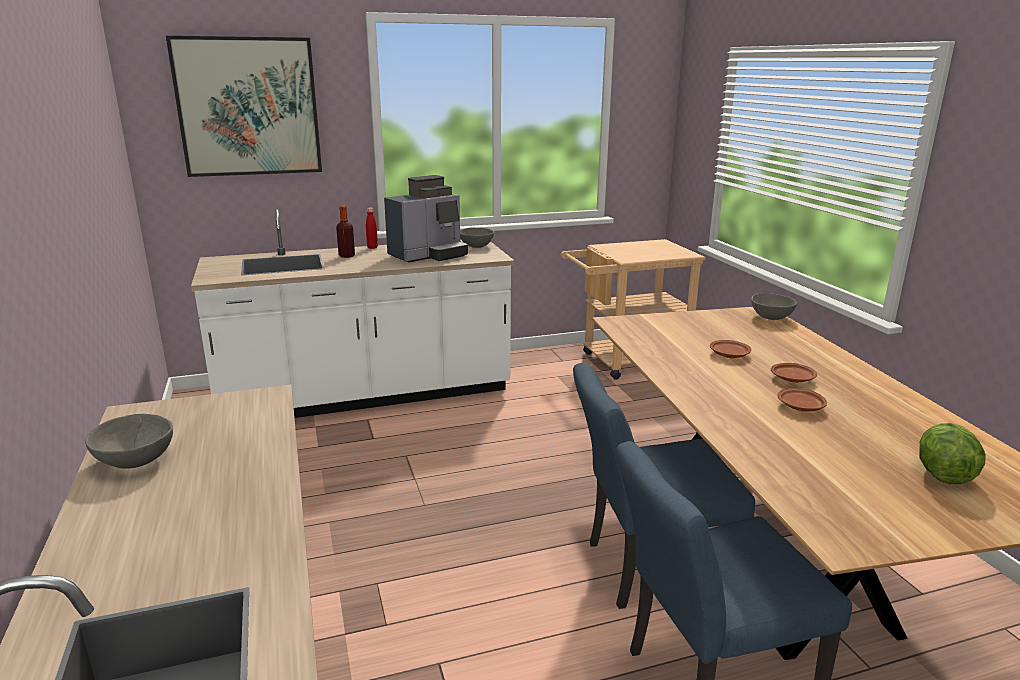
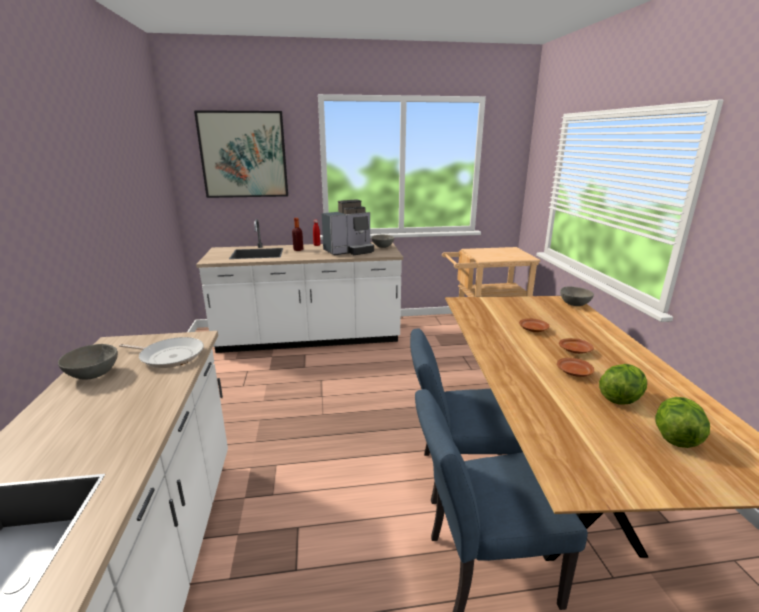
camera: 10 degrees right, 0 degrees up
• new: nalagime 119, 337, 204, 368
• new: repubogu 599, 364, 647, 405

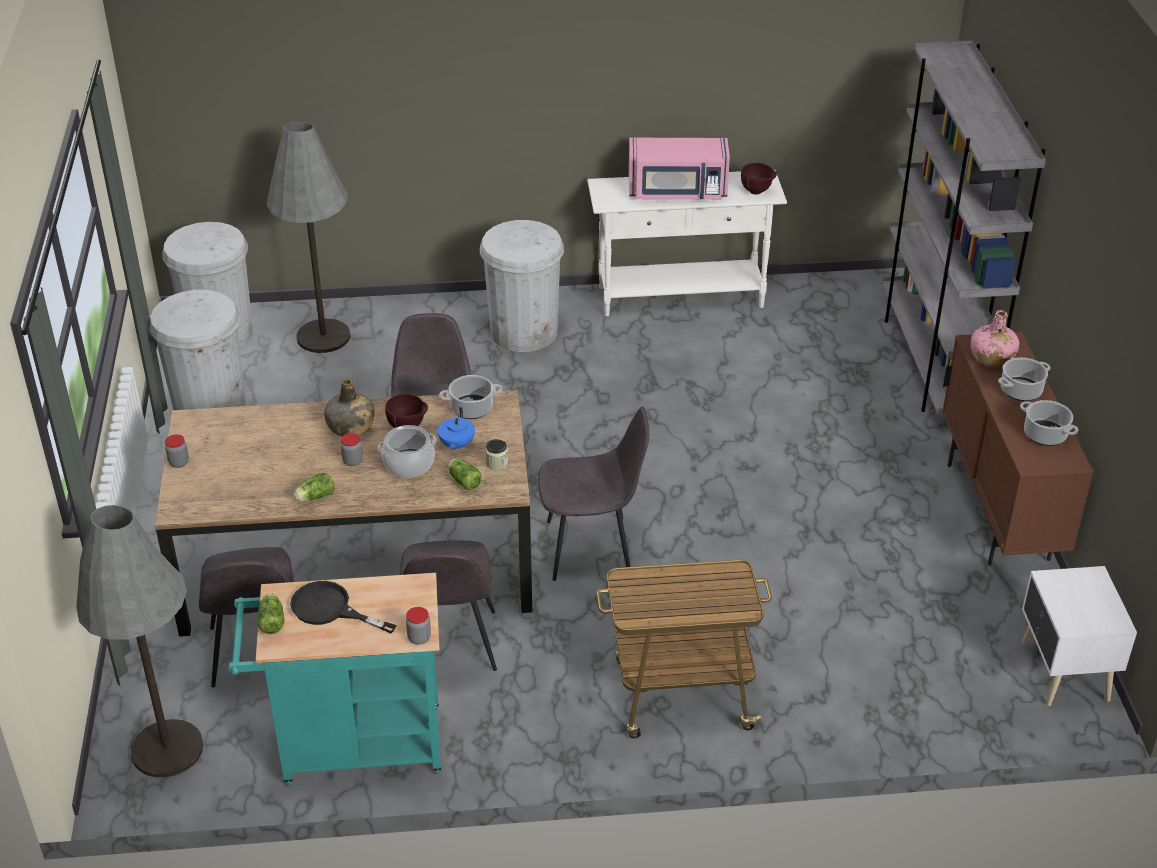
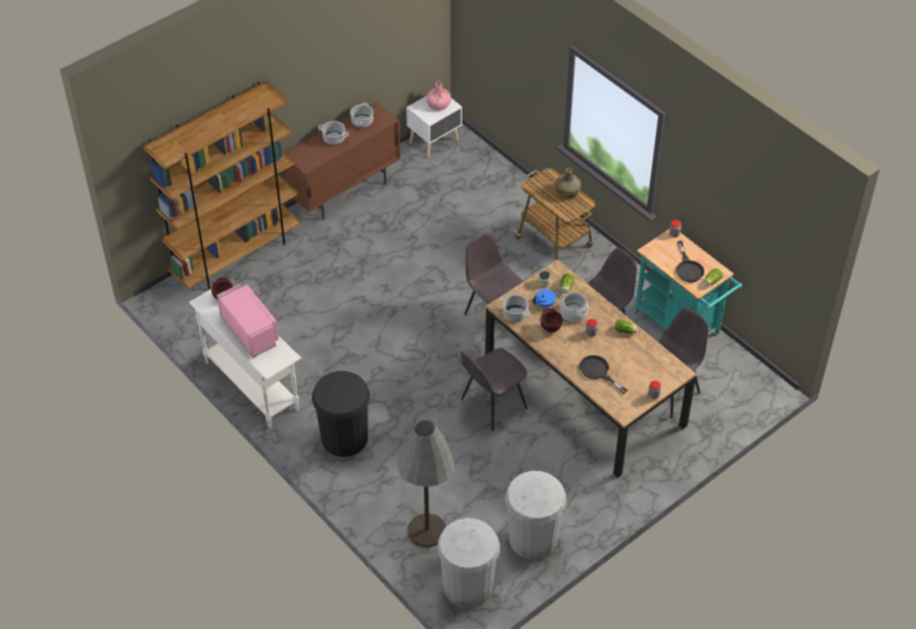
camera: 125 degrees left, 10 degrees up
• gone: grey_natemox 76, 505, 203, 777
• new: black_nalagime 579, 355, 627, 393
• shifted: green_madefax 324, 378, 375, 436 to 555, 168, 581, 198
• shifted: pink_madefax 971, 310, 1019, 367 to 426, 81, 451, 111
• repainted: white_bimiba 480, 220, 564, 352 to black_bimiba 312, 371, 370, 457
• repainted: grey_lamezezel 882, 40, 1046, 416 to brown_lamezezel 143, 80, 301, 289

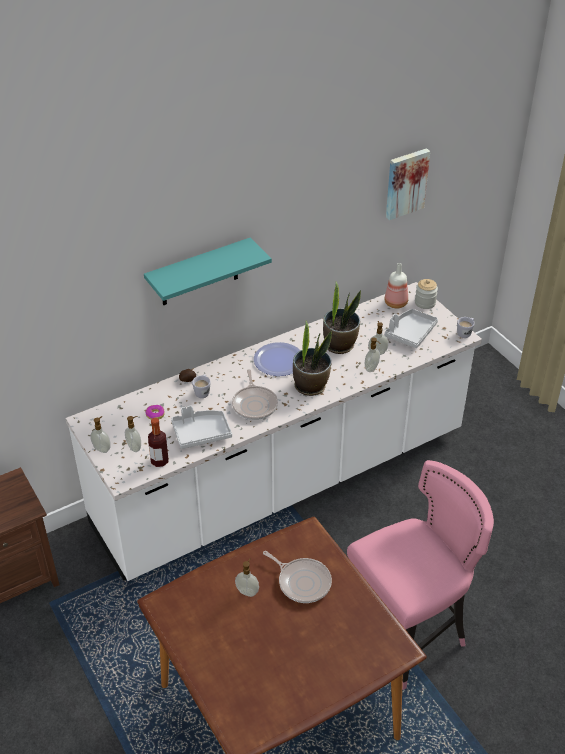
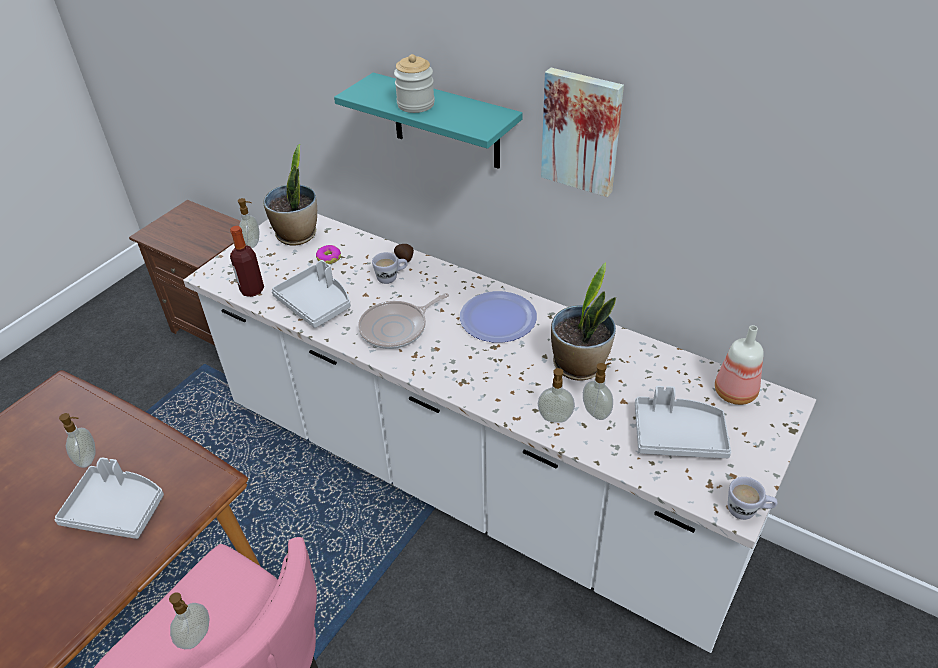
camera: 65 degrees right, 0 degrees up
• shifted: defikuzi 125, 416, 141, 452 to 169, 592, 210, 649
• shifted: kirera 293, 321, 332, 396 to 263, 144, 317, 246
• shifted: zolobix 386, 148, 430, 220 to 541, 68, 624, 197
• shifted: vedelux 415, 279, 438, 309 to 394, 54, 435, 113
• swapped: nalagime 263, 551, 332, 603 to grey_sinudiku 55, 458, 164, 539

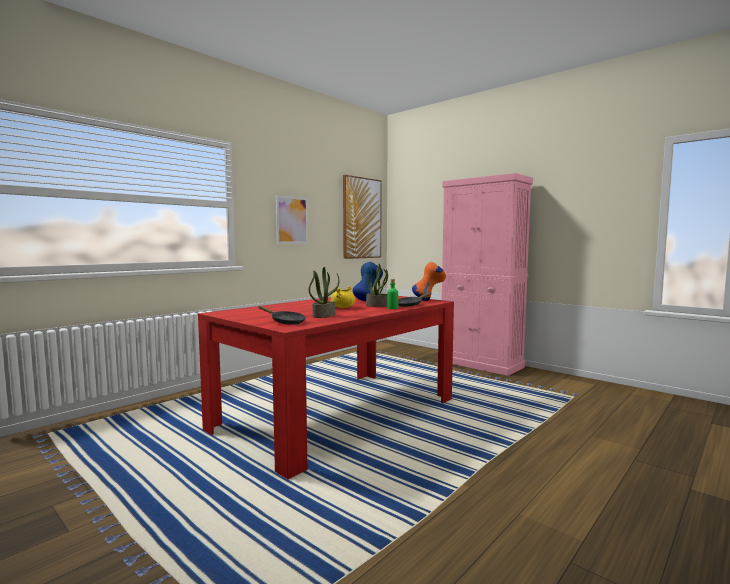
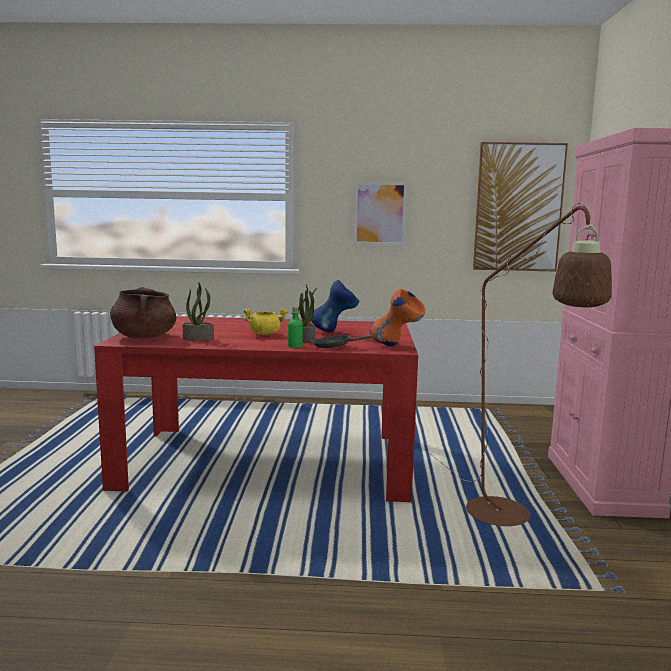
camera: 50 degrees right, 5 degrees up
• new: brown_natemox 423, 203, 612, 526
• swapped: black_nalagime 258, 306, 306, 325 to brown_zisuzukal 110, 287, 176, 339

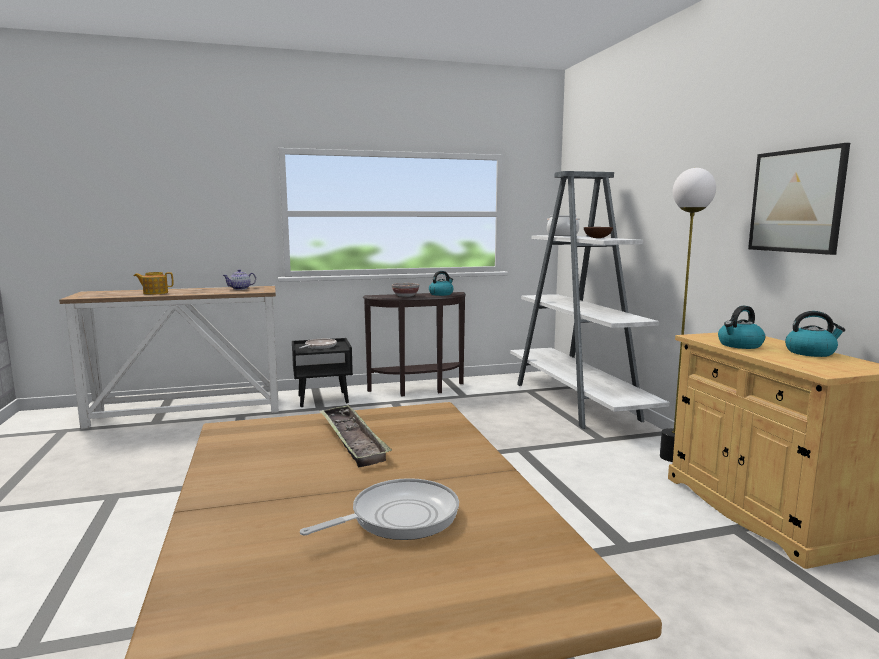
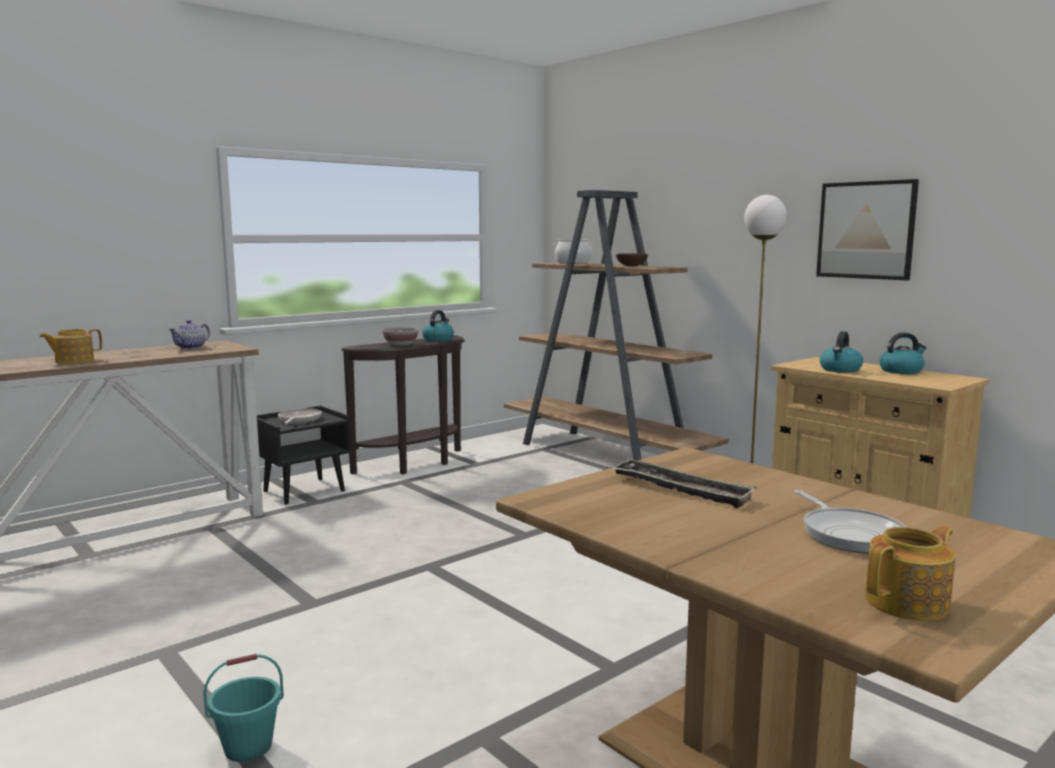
camera: 25 degrees left, 0 degrees up
• new: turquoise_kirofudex 203, 654, 284, 762
• new: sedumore 865, 526, 956, 621
• repainted: white_lamezezel 510, 171, 669, 429 to brown_lamezezel 504, 190, 729, 461
• rotated: nalagime 300, 478, 459, 540 = 794, 490, 907, 553 135 degrees clockwise

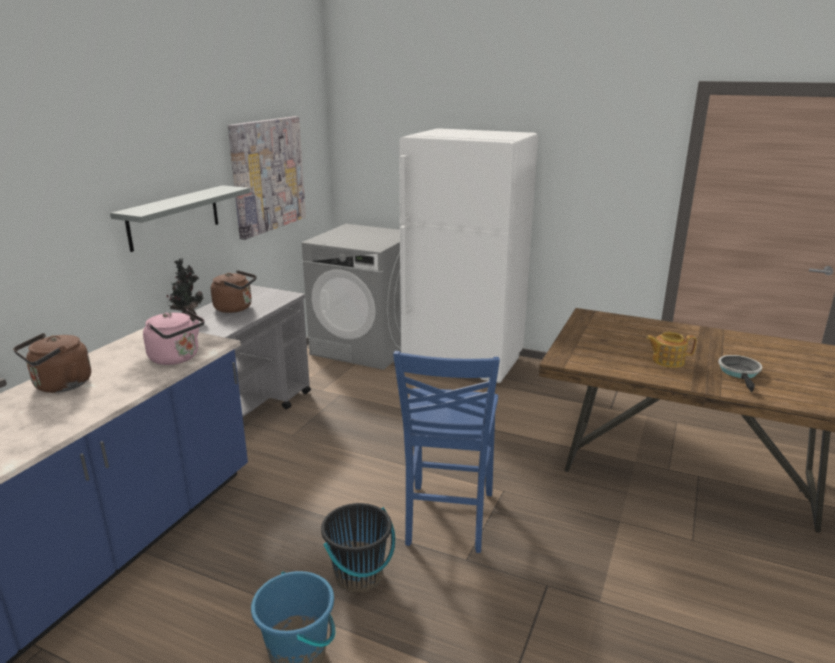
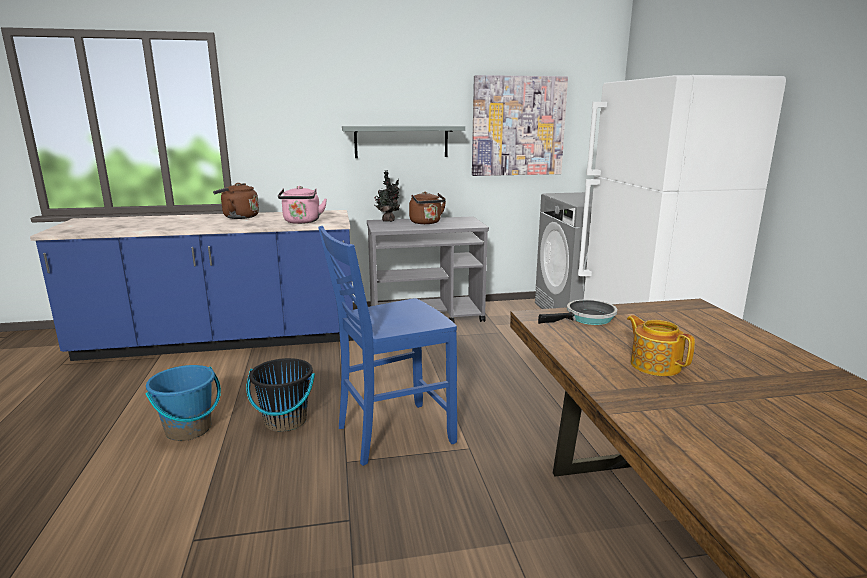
camera: 55 degrees right, 5 degrees down
• shifted: nalagime 718, 355, 762, 392 to 538, 300, 617, 325

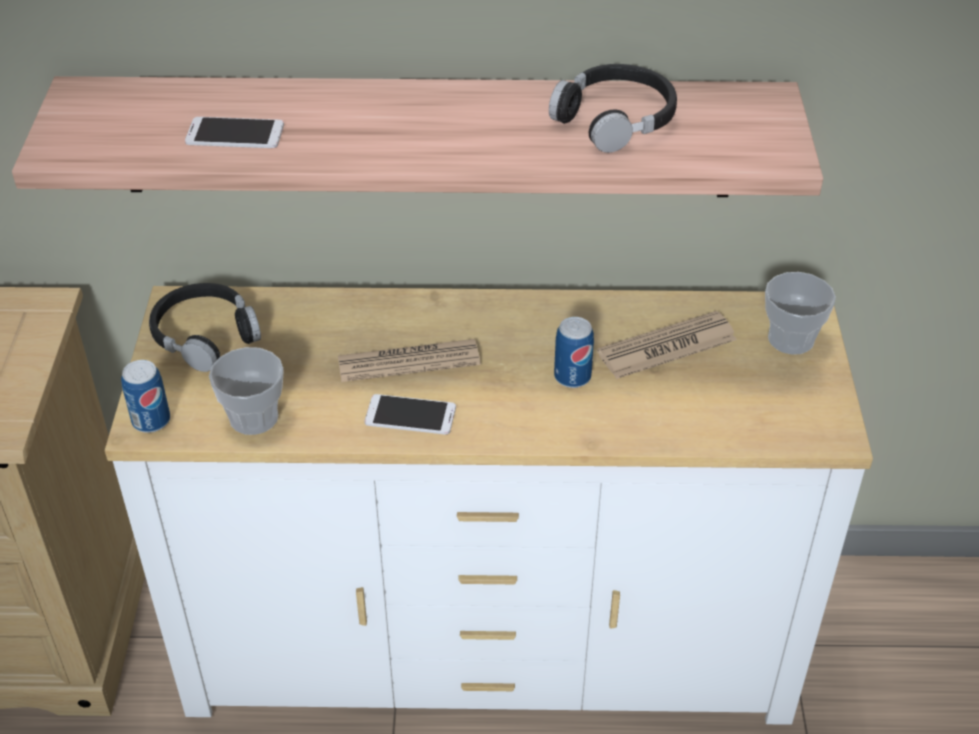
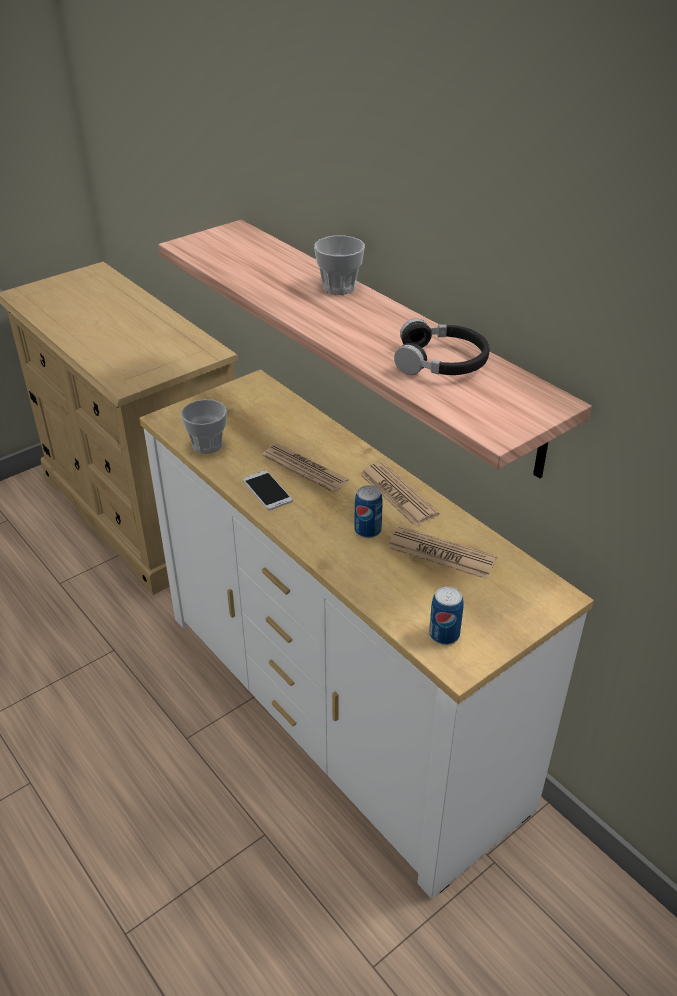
camera: 50 degrees right, 5 degrees down
• gone: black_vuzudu 149, 283, 261, 372
• gone: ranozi 185, 117, 284, 148
• new: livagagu 360, 462, 440, 526
• shifted: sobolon 121, 360, 170, 433 to 429, 586, 464, 645
• shifted: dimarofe 765, 272, 836, 354 to 314, 235, 365, 295

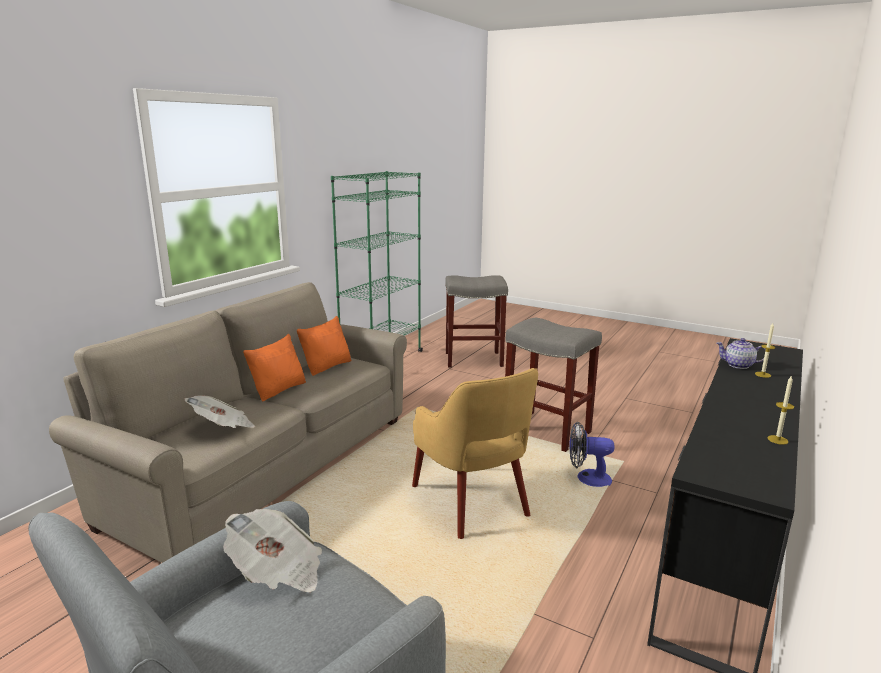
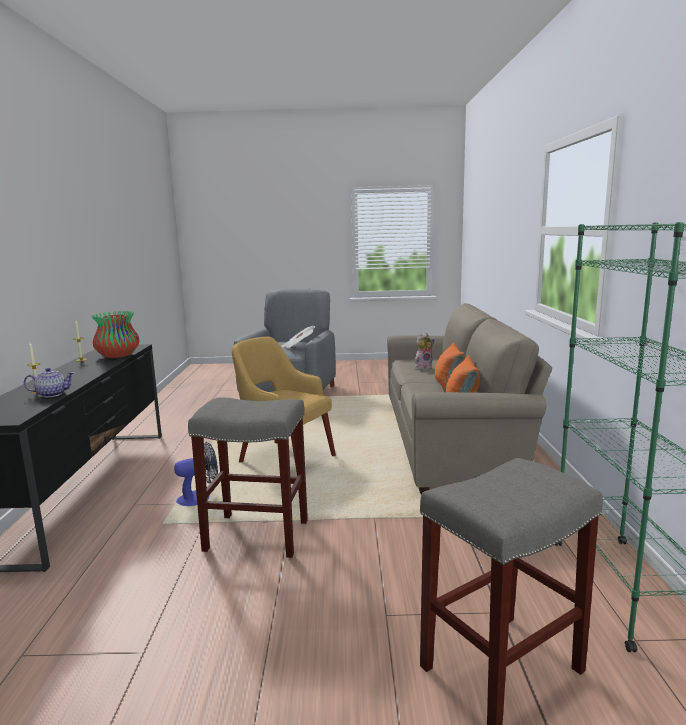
camera: 150 degrees right, 5 degrees down
• new: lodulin 92, 311, 139, 358
• swapped: livagagu 185, 396, 256, 428 to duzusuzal 415, 333, 435, 370

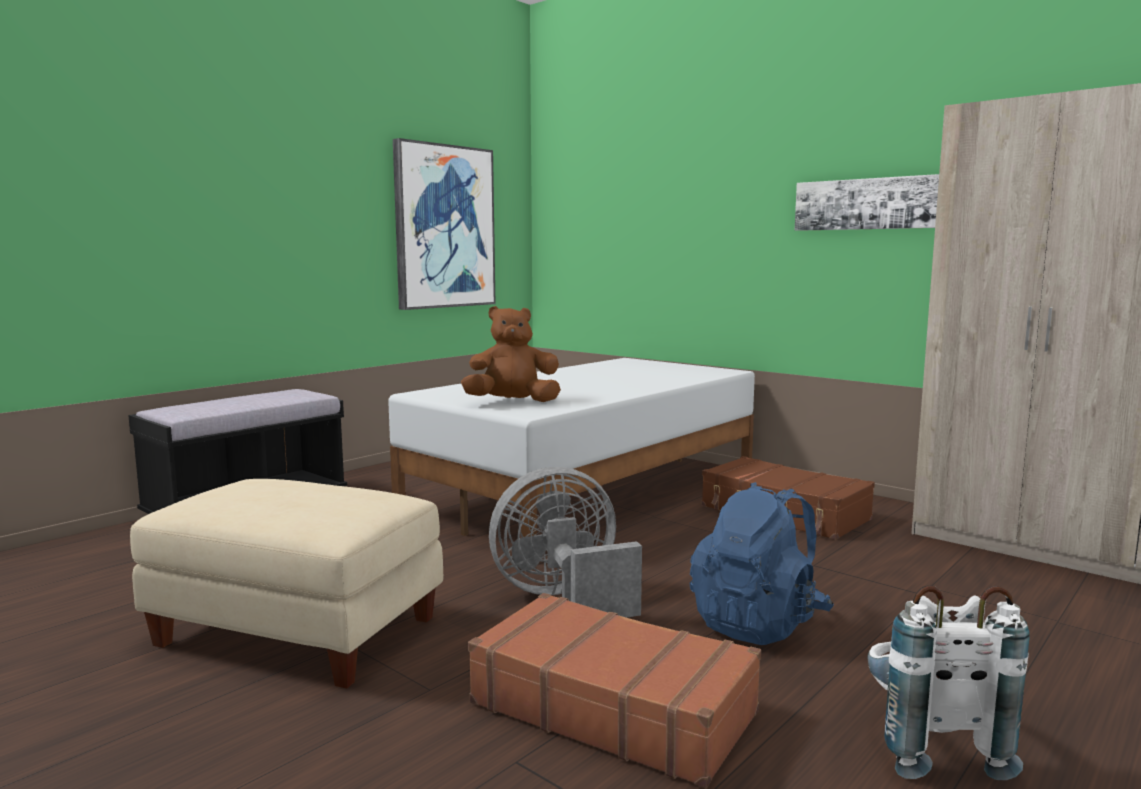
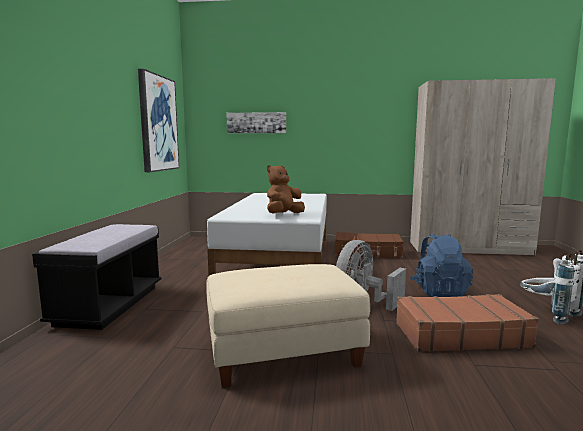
camera: 35 degrees left, 0 degrees up
• shifted: zolobix 795, 174, 939, 231 to 226, 112, 286, 133

